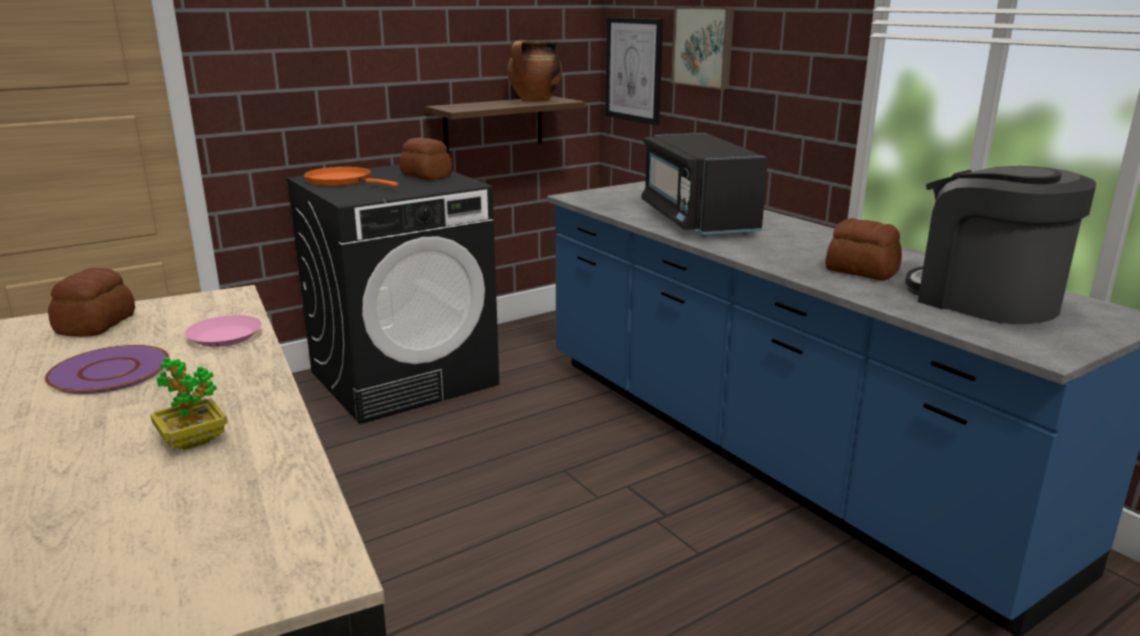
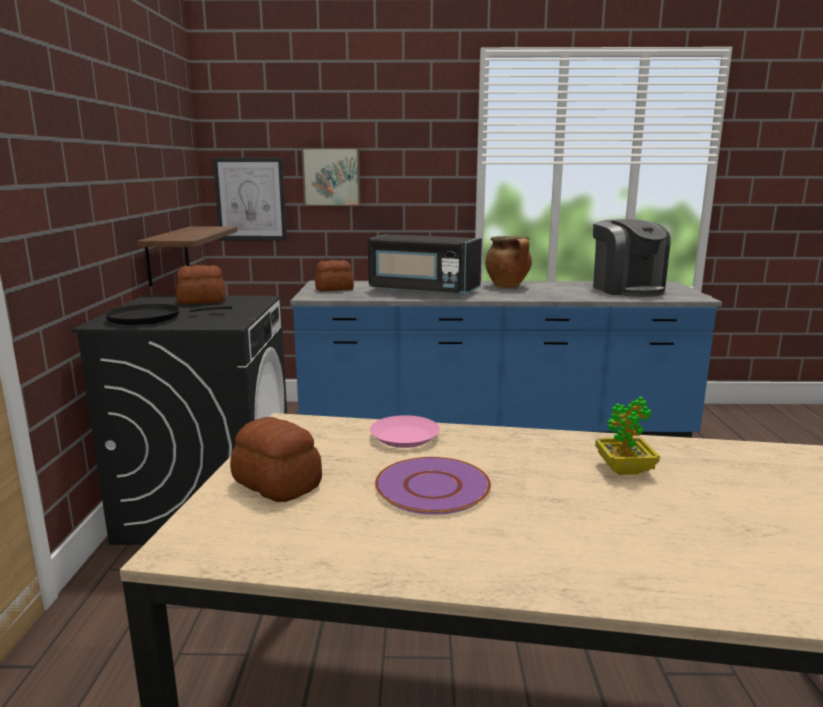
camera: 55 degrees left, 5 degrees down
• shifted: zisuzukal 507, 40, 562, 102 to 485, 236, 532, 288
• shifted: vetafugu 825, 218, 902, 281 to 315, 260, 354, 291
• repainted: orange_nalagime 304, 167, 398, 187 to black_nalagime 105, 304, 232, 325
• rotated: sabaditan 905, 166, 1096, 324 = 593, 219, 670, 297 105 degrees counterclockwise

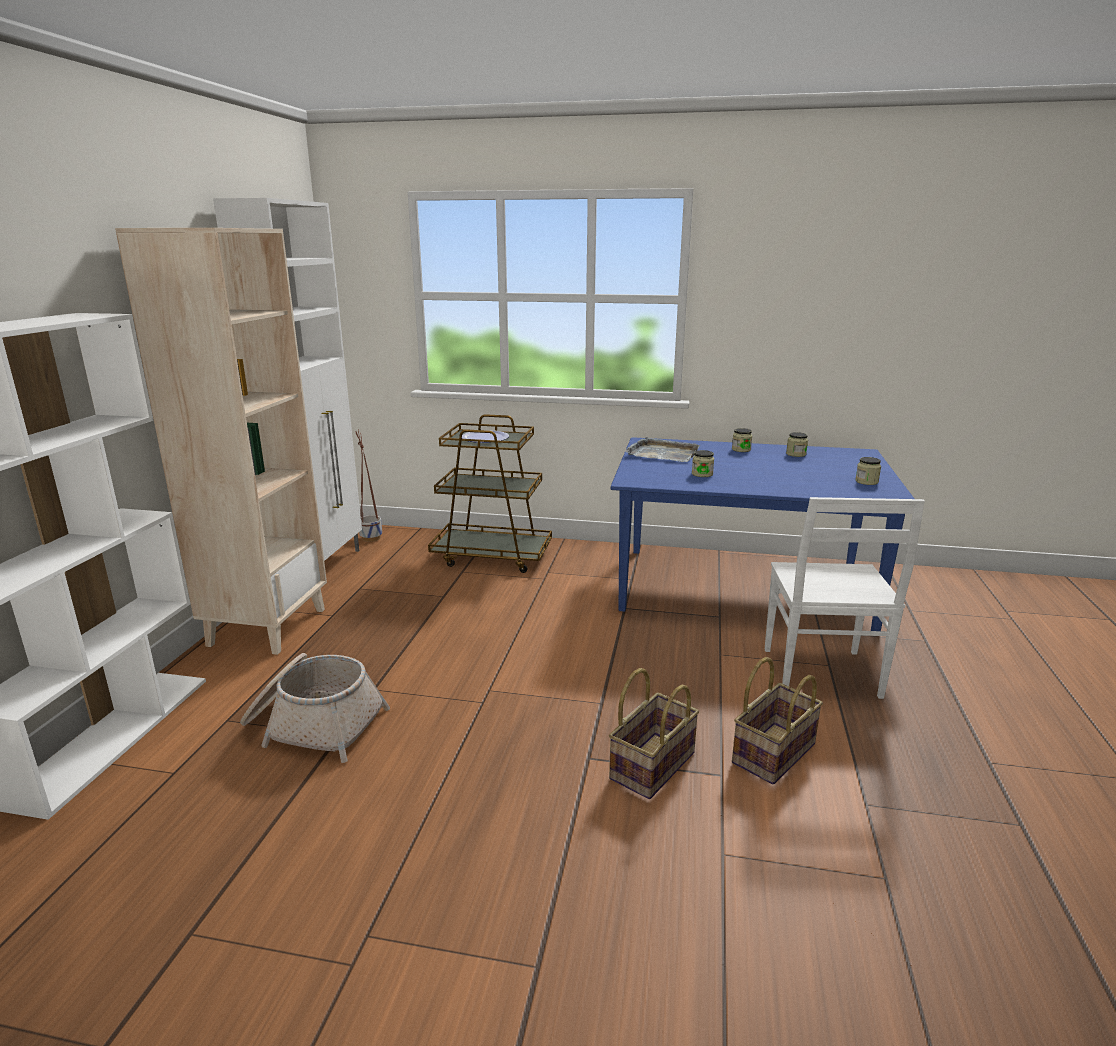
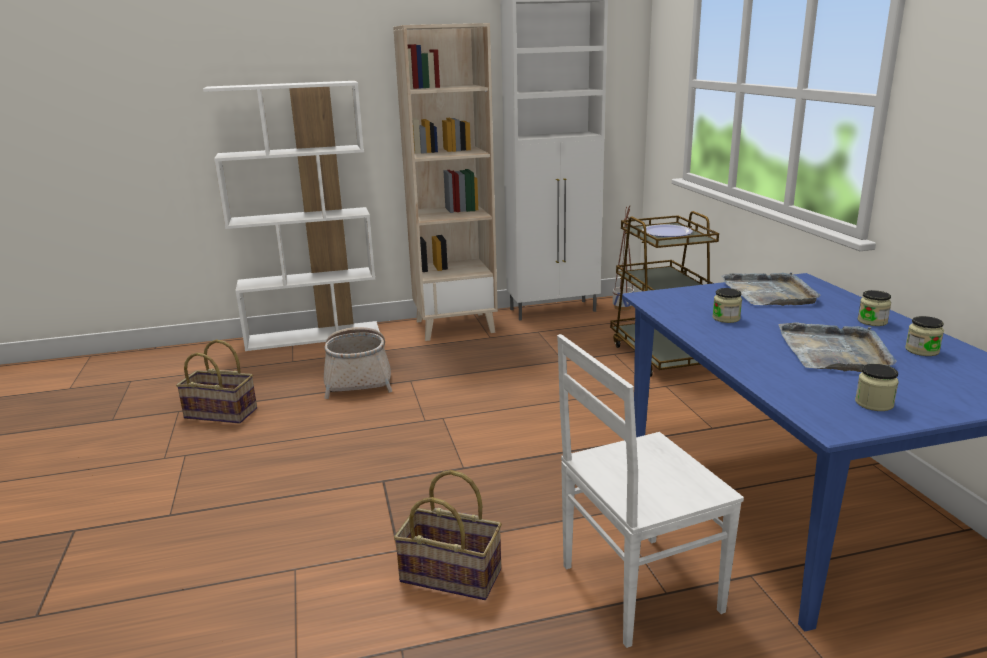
camera: 65 degrees right, 0 degrees up
• new: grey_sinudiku 778, 322, 897, 372
• shifted: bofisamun 609, 668, 699, 799 to 176, 339, 257, 423

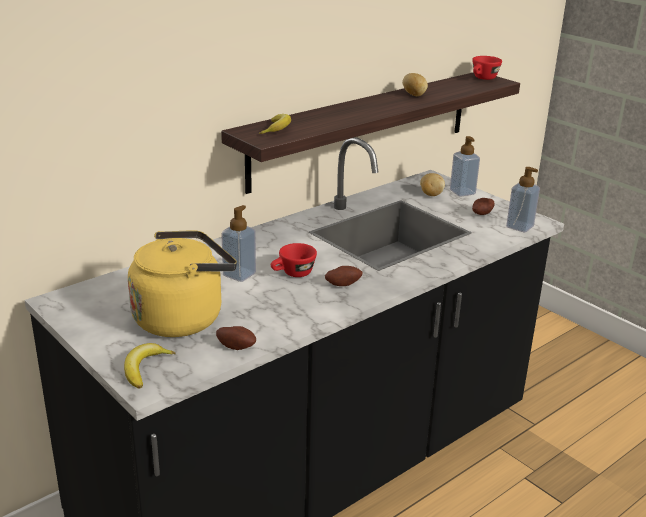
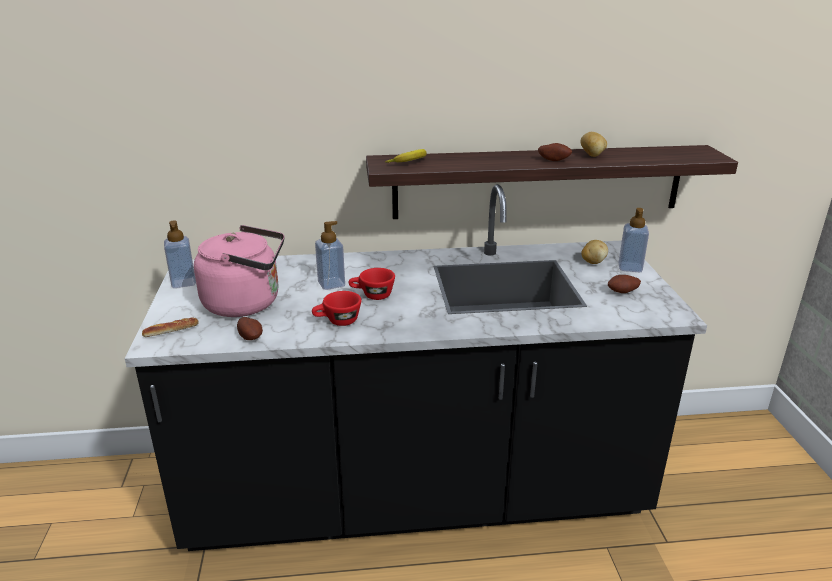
camera: 35 degrees right, 0 degrees up
• shifted: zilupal 325, 266, 362, 286 to 538, 143, 572, 161
• shifted: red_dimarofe 472, 56, 502, 80 to 312, 291, 361, 326
• shifted: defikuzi 506, 167, 540, 232 to 164, 220, 196, 288
• swapped: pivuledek 124, 343, 176, 389 to vetafugu 142, 318, 199, 337
• repainted: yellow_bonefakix 128, 230, 237, 337 to pink_bonefakix 194, 225, 284, 317

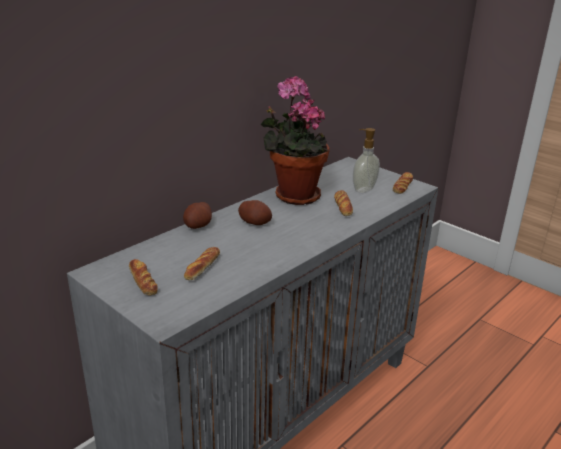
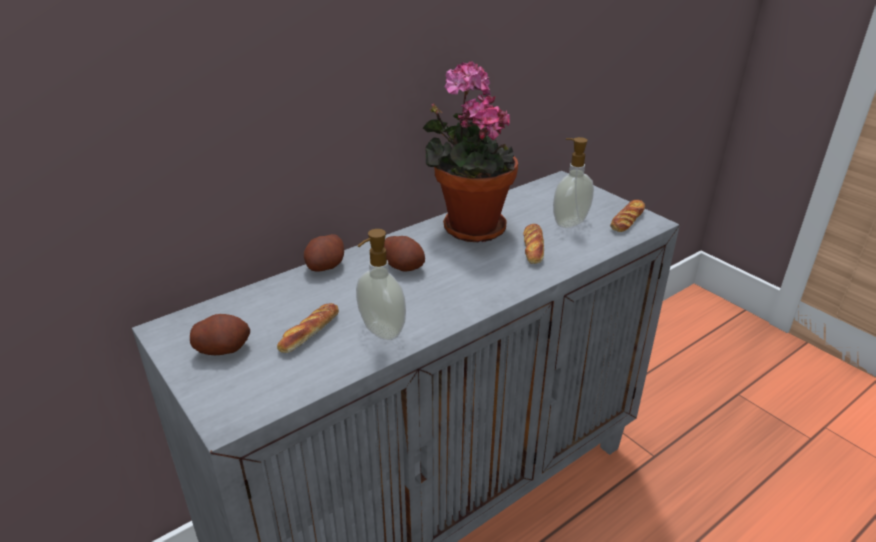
camera: 10 degrees right, 5 degrees up
• new: defikuzi 356, 229, 406, 340
• swapped: vetafugu 129, 259, 158, 295 to zilupal 190, 314, 250, 355

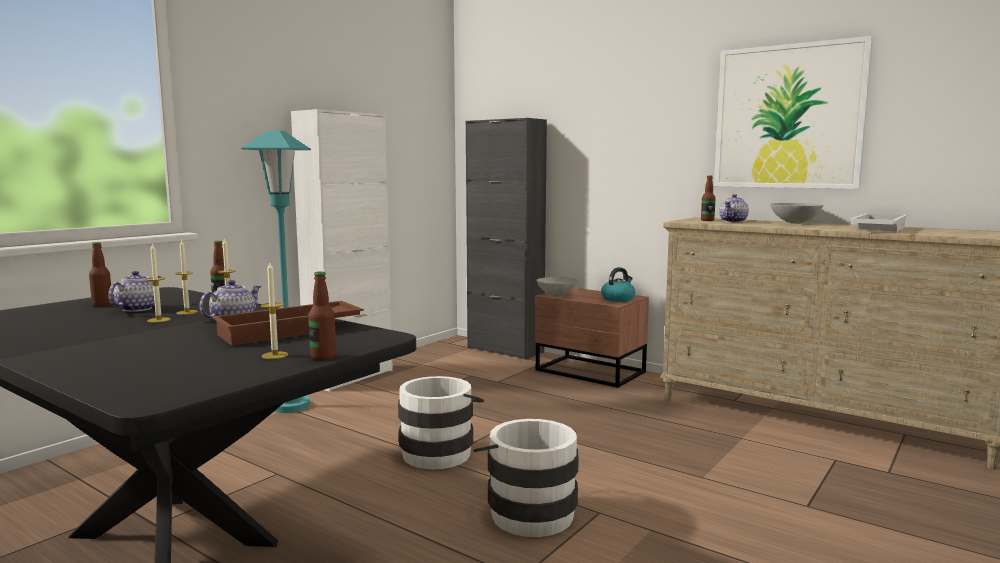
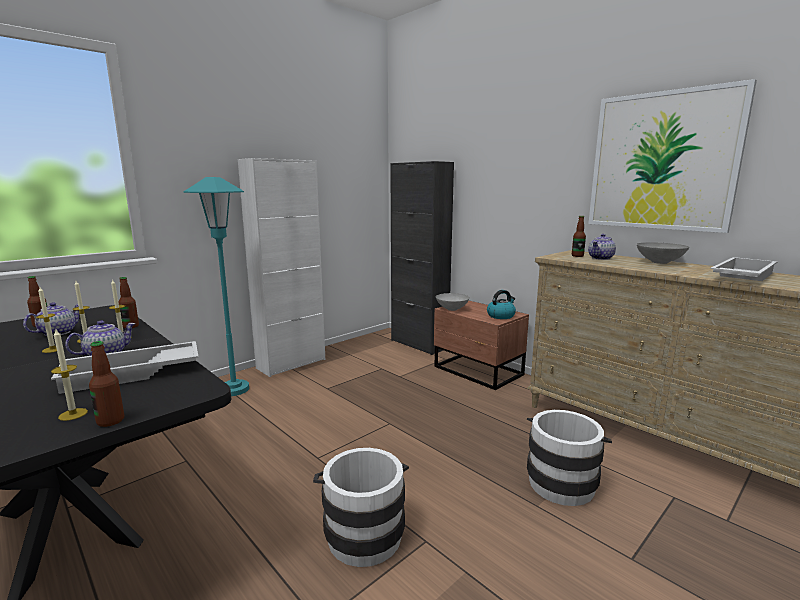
camera: 10 degrees right, 5 degrees up
• shifted: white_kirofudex 398, 376, 484, 469 to 527, 410, 612, 506
• repainted: brown_sinudiku 212, 301, 364, 346 to white_sinudiku 51, 341, 199, 394

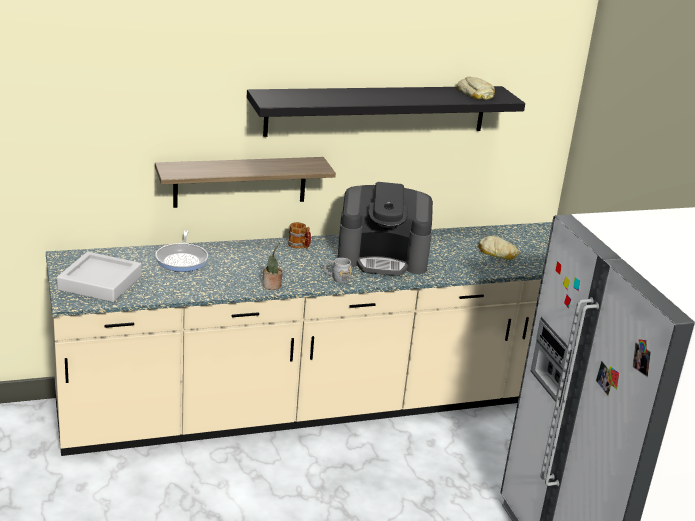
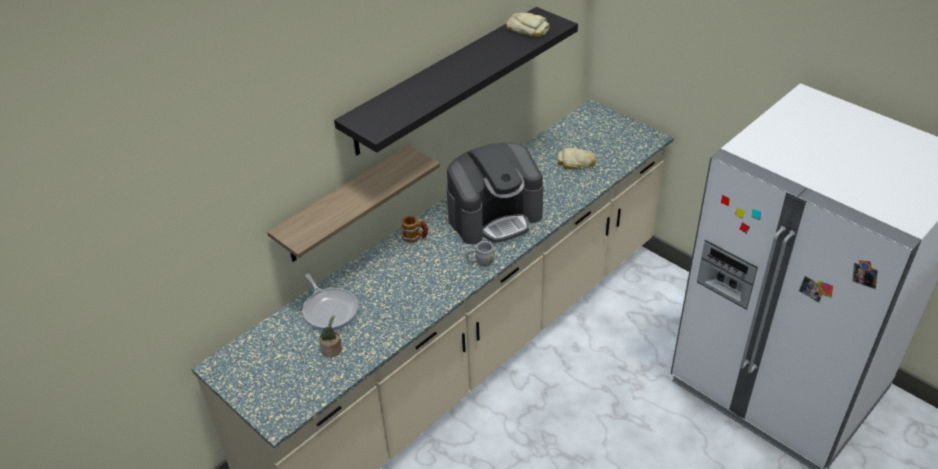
camera: 25 degrees left, 15 degrees up
• gone: grey_sinudiku 57, 252, 142, 302
• shifted: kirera 262, 242, 283, 290 to 319, 315, 342, 357

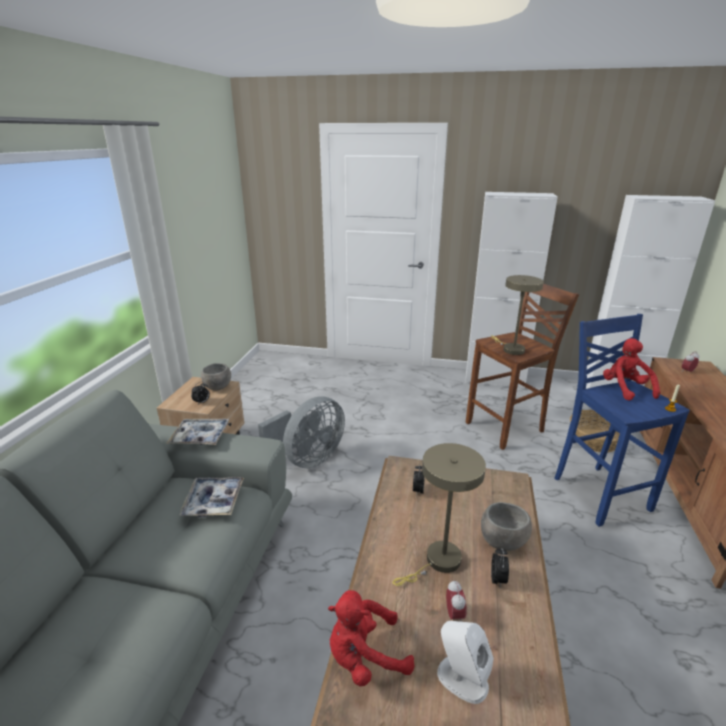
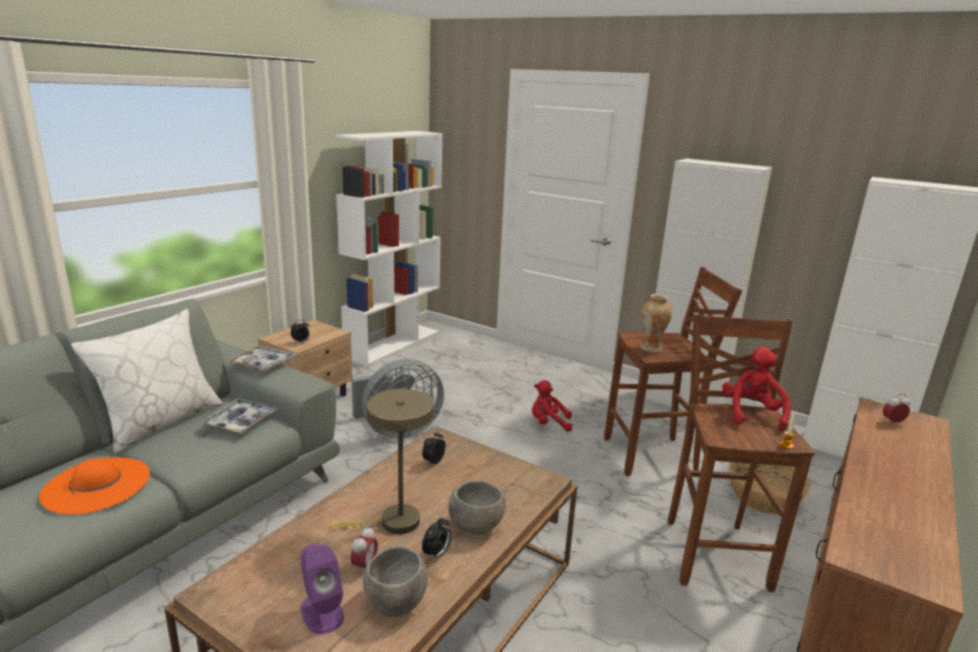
camera: 20 degrees right, 5 degrees down
• new: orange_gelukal 39, 457, 150, 515
• new: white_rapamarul 71, 309, 223, 454
• new: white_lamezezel 334, 131, 442, 366
• shifted: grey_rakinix 201, 363, 231, 391 to 363, 546, 428, 617
• shifted: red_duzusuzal 328, 590, 414, 687 to 532, 380, 573, 432
• swapped: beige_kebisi 491, 275, 544, 355 to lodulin 640, 294, 672, 352
• repainted: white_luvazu 437, 621, 494, 704 to purple_luvazu 301, 544, 344, 634
• repainted: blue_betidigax 554, 314, 690, 527 to brown_betidigax 668, 314, 815, 592

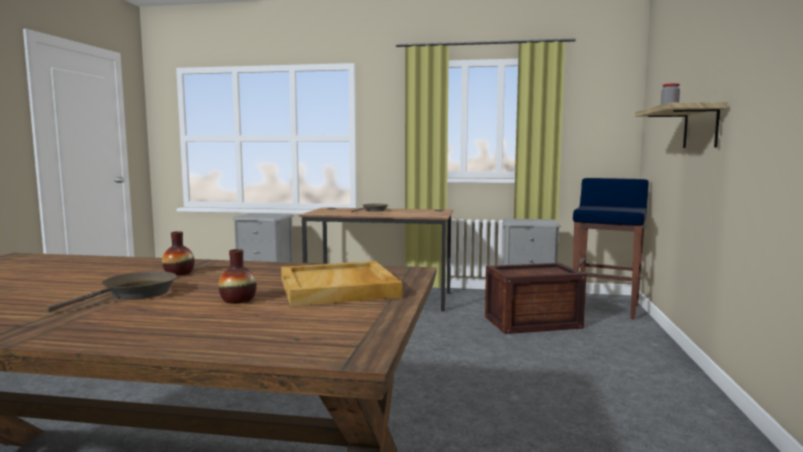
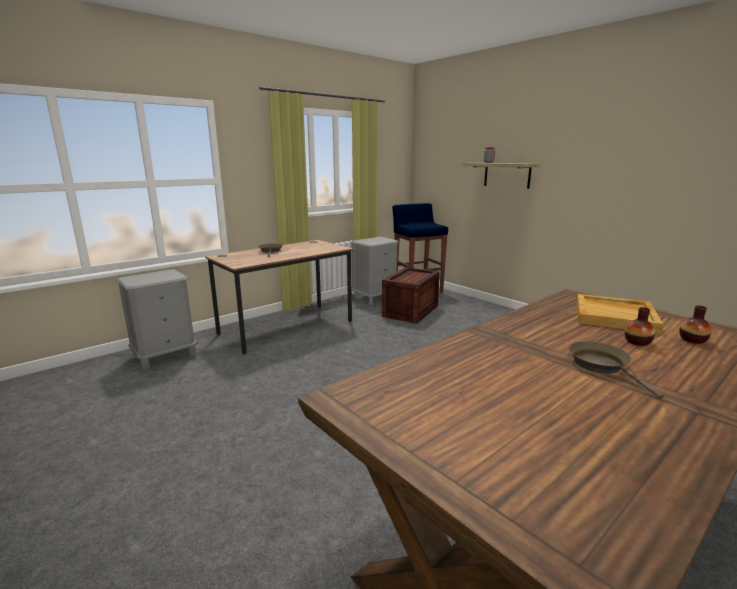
camera: 50 degrees left, 10 degrees up
• shifted: lodulin 162, 231, 195, 276 to 679, 305, 712, 344

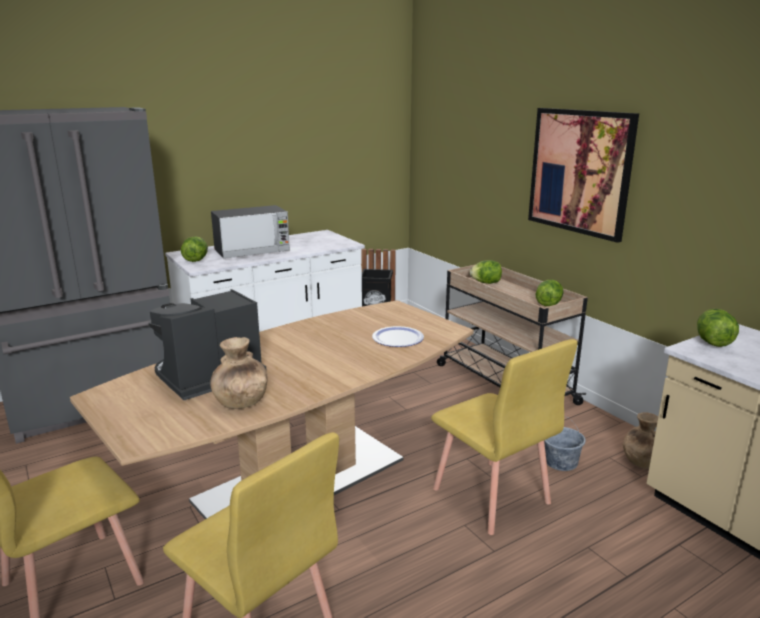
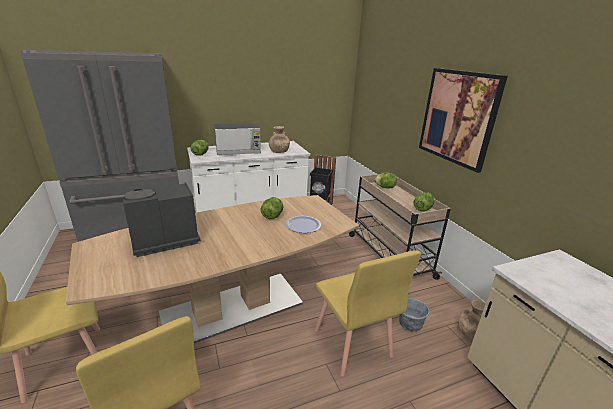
camera: 10 degrees right, 5 degrees up
• shifted: brown_lodulin 210, 337, 268, 409 to 269, 126, 290, 153
• shifted: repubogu 697, 309, 739, 347 to 260, 197, 283, 219

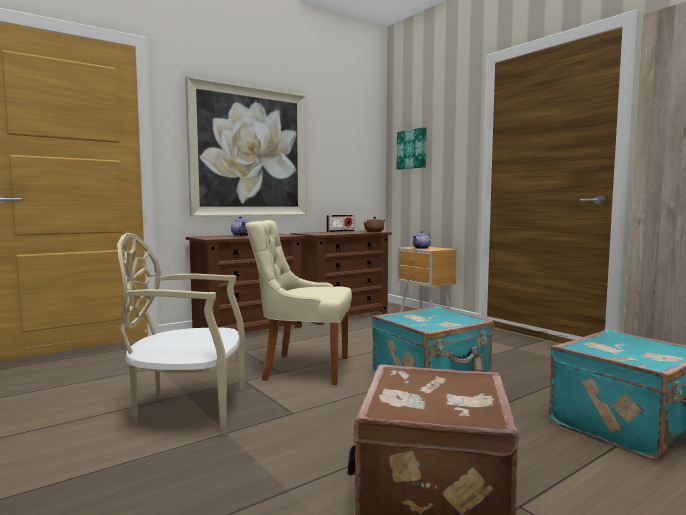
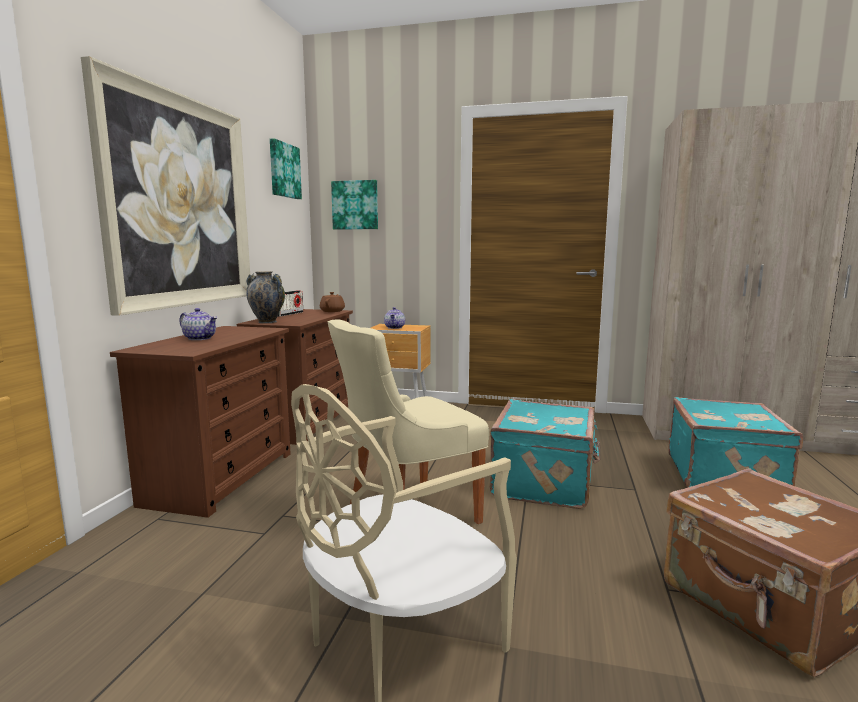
camera: 40 degrees left, 5 degrees up
• new: lodulin 246, 271, 285, 323
• new: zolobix 270, 138, 302, 199

